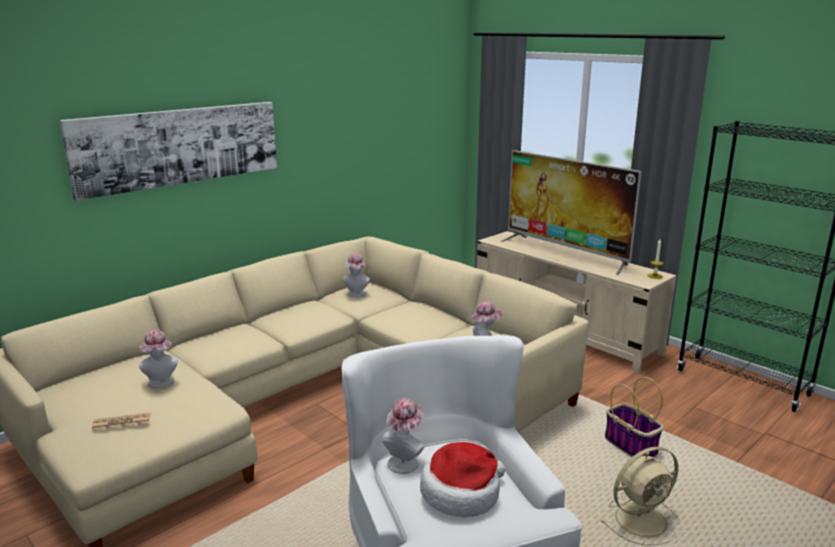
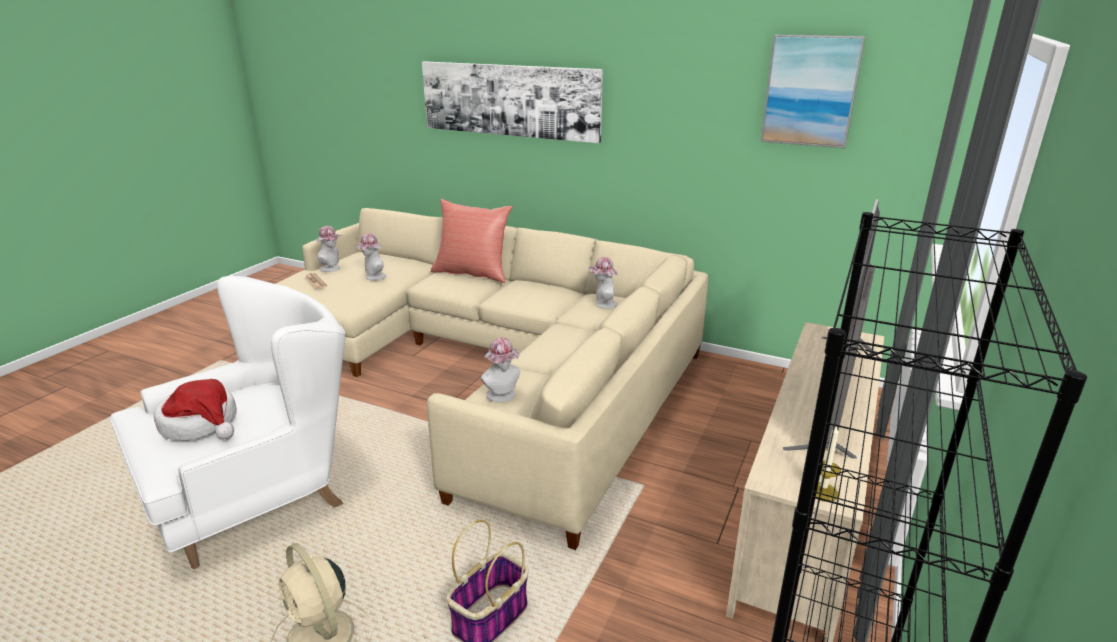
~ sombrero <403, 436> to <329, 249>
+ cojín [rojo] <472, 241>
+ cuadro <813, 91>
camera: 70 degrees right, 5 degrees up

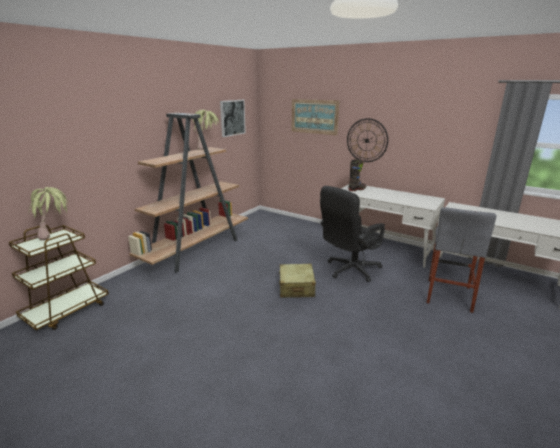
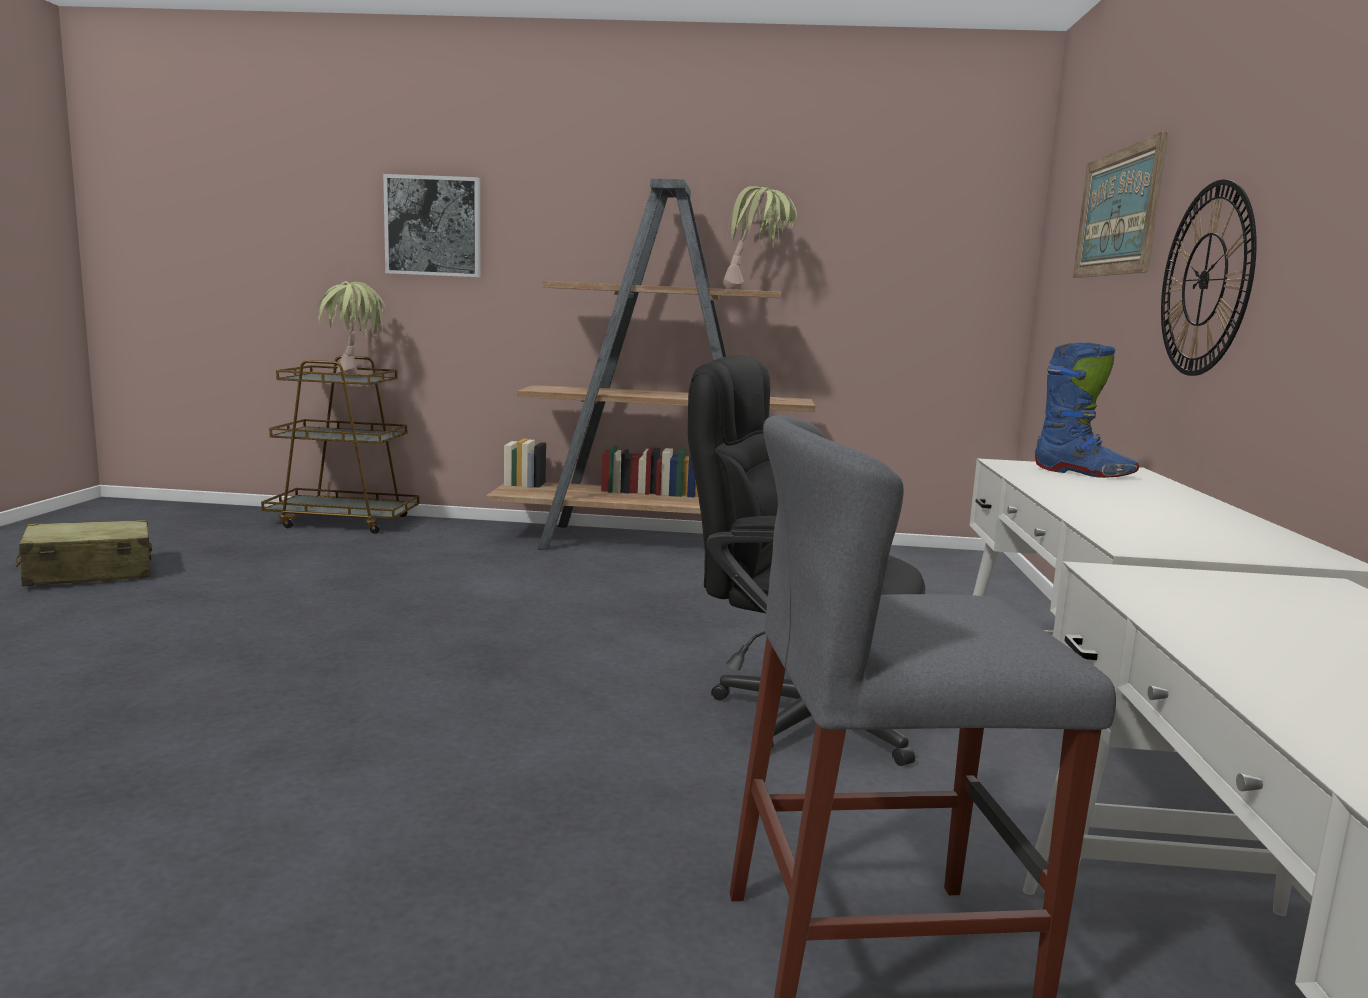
~ maleta [beis] <297, 281> to <83, 553>
~ cuadro <233, 118> to <431, 225>
~ bota [negro] <357, 175> to bota [azul] <1087, 410>
camera: 60 degrees right, 10 degrees down

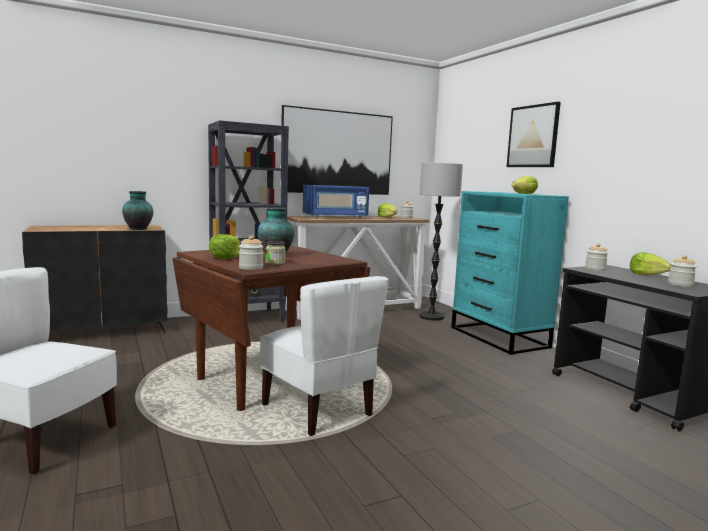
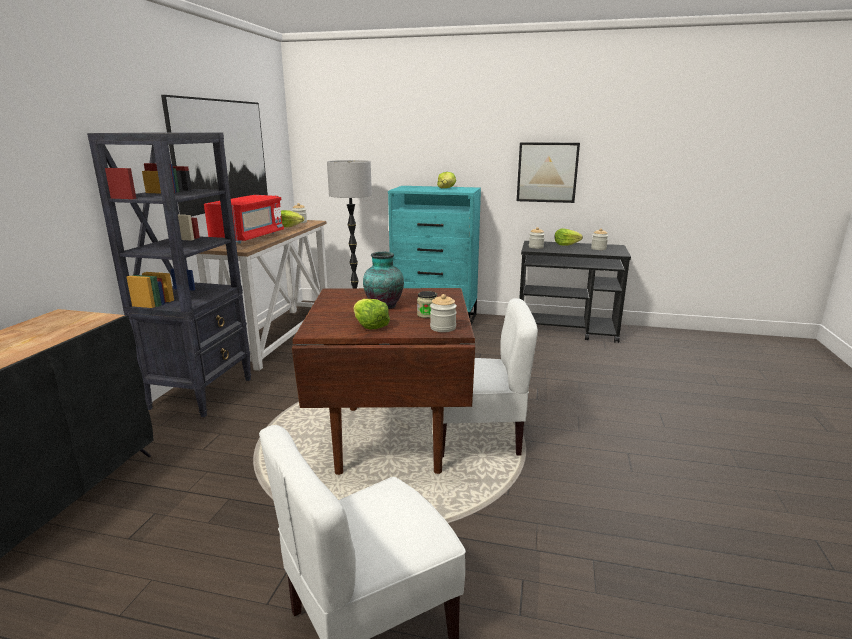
~ microondas [azul] <336, 201> to microondas [rojo] <244, 219>
~ cuadro <534, 134> to <548, 172>
- florero <137, 210>
camera: 50 degrees left, 10 degrees up

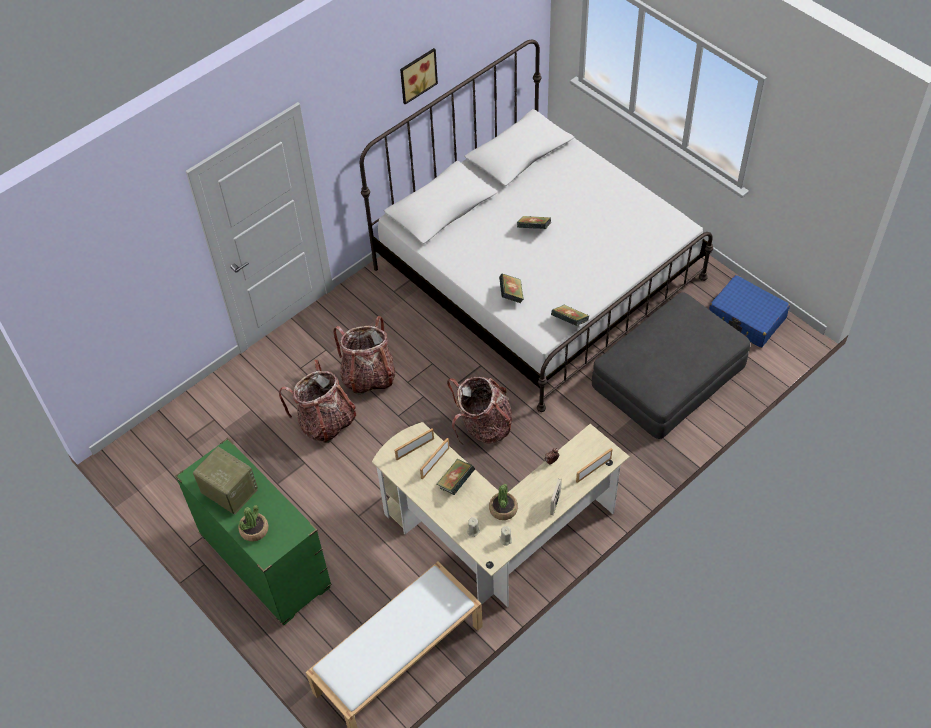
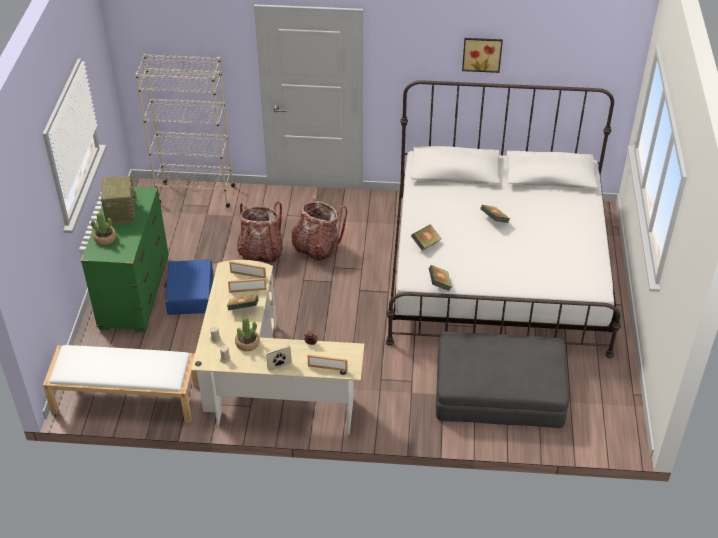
+ estantería [beis] <185, 131>
~ maleta [azul] <749, 311> to <188, 287>
- mochila <479, 411>
camera: 45 degrees right, 10 degrees down

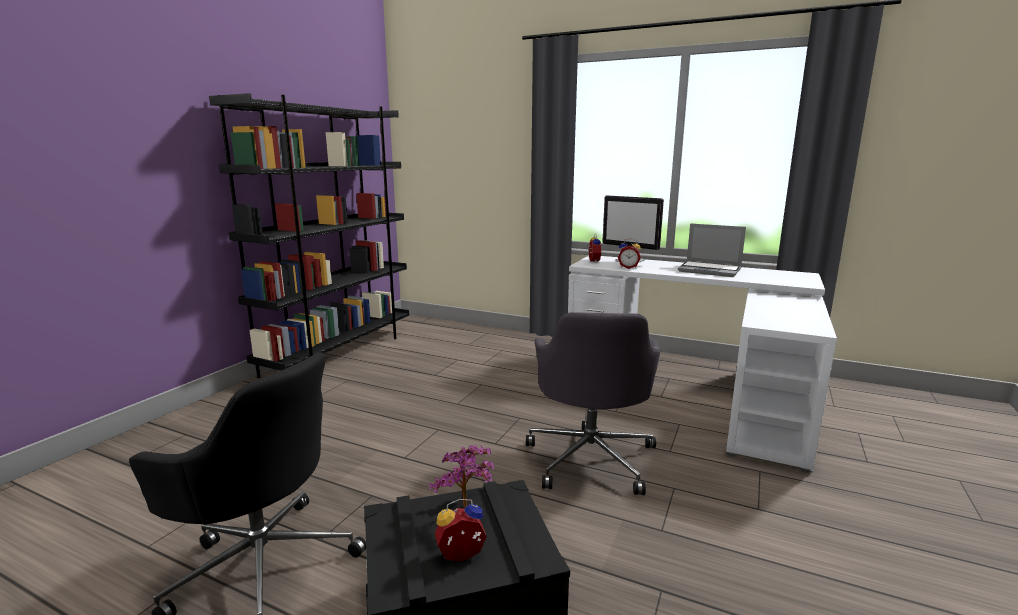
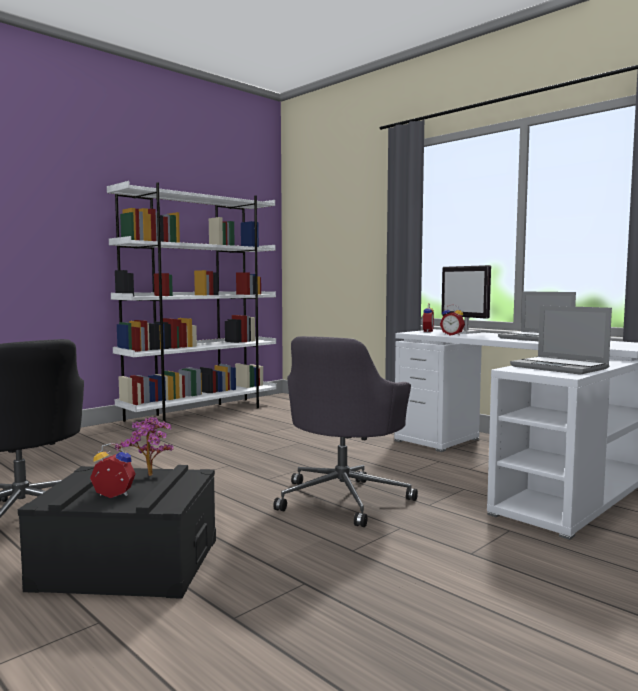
~ estantería [negro] <309, 235> to estantería [blanco] <192, 301>
+ portátil <561, 340>
camera: 20 degrees right, 10 degrees down

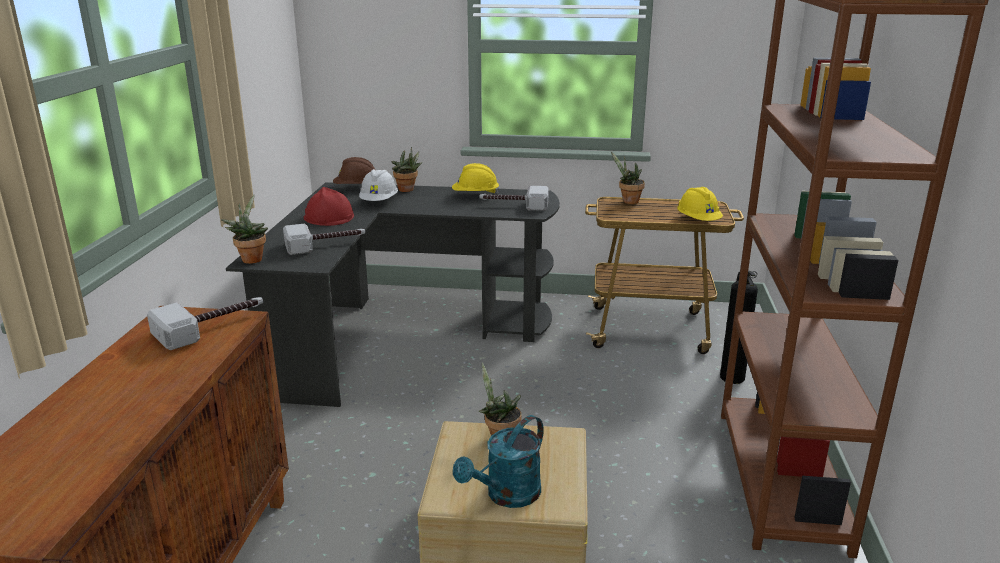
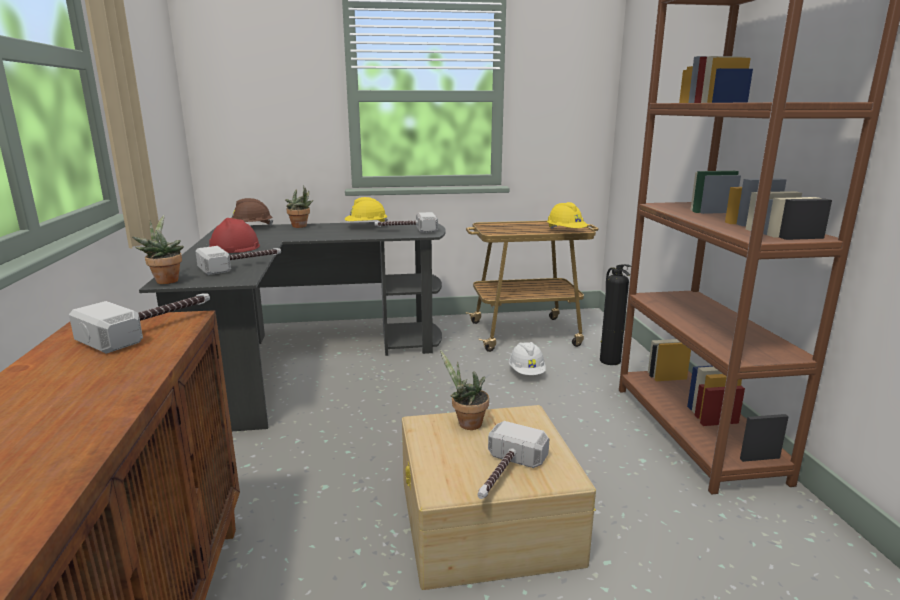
~ regadera [turquesa] <498, 461> to martillo <513, 460>
~ casco [blanco] <378, 185> to <527, 358>
- planta en maceta <628, 178>
camera: 15 degrees left, 5 degrees down

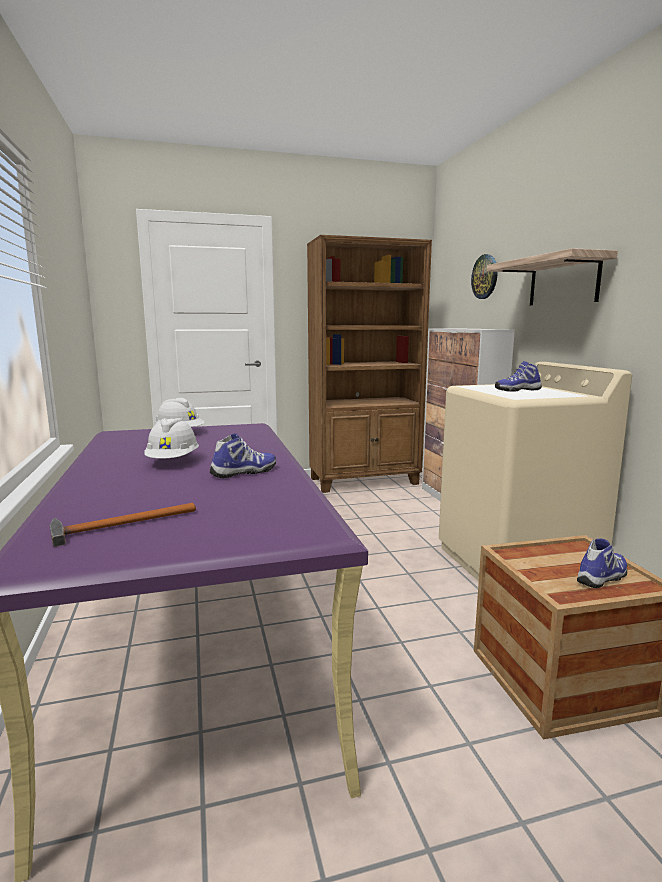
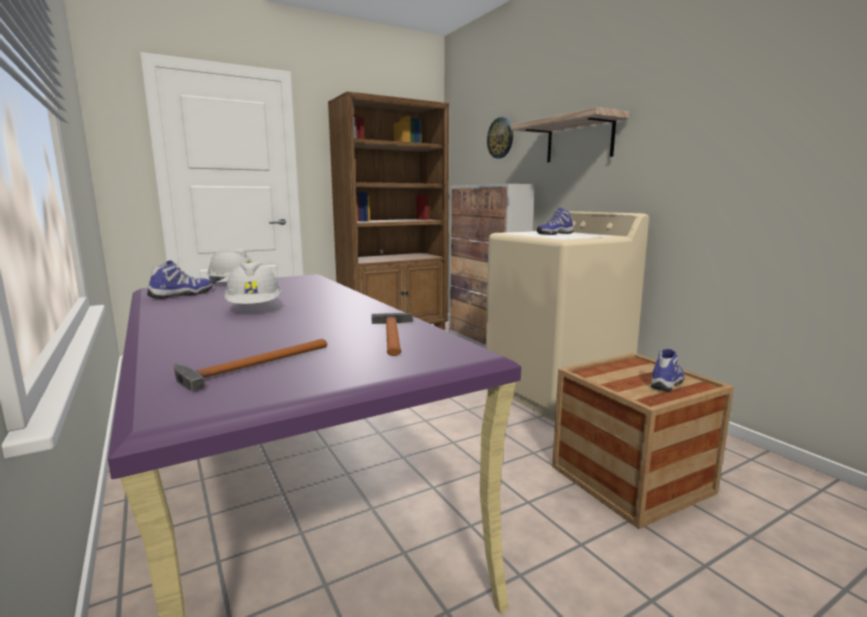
~ zapato <243, 455> to <179, 279>
+ martillo <392, 334>
camera: 15 degrees left, 0 degrees up

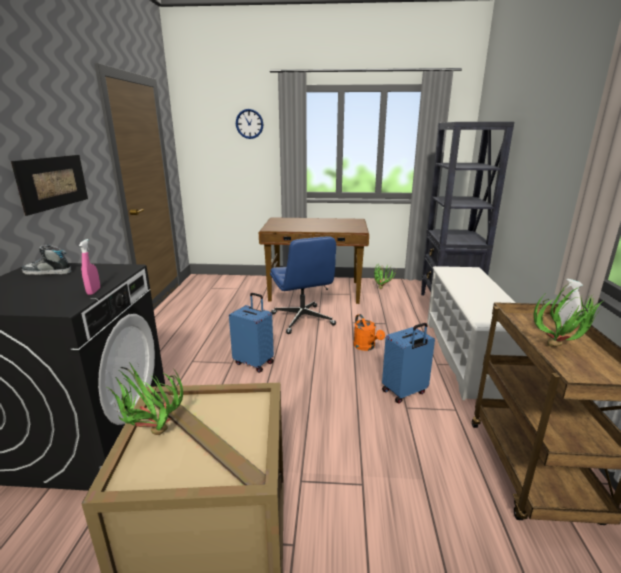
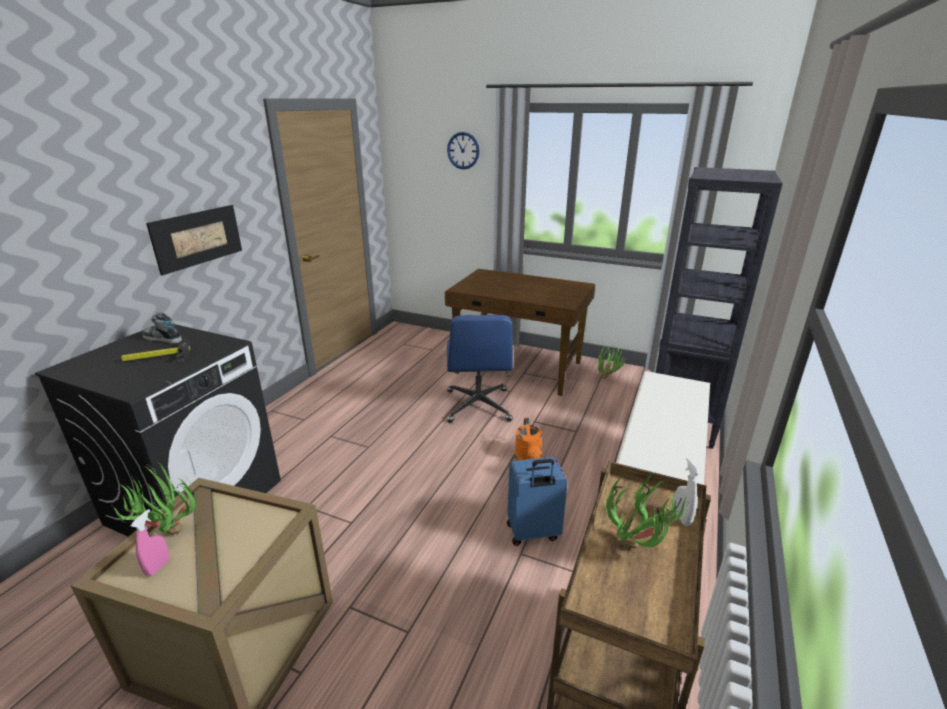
+ martillo <156, 351>
~ pulverizador [rosa] <89, 267> to <150, 542>
- maleta [azul] <251, 333>
camera: 20 degrees right, 5 degrees up

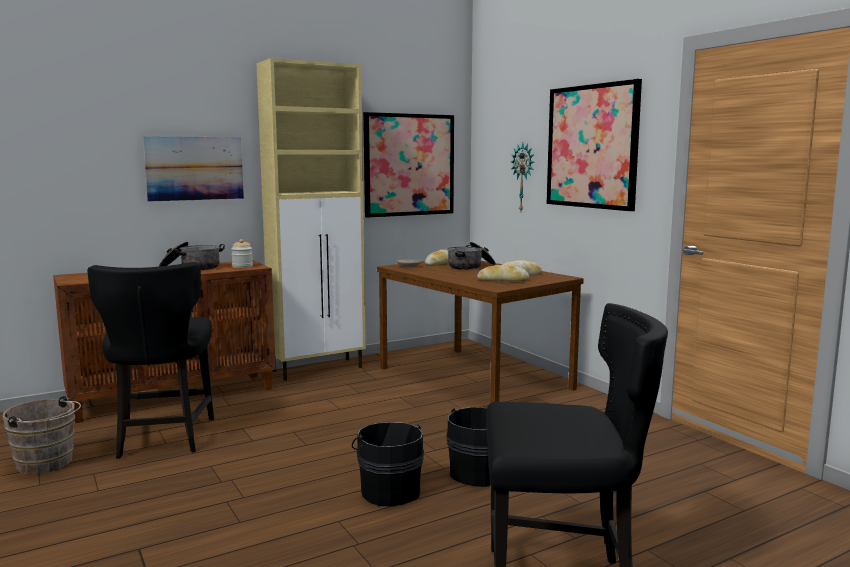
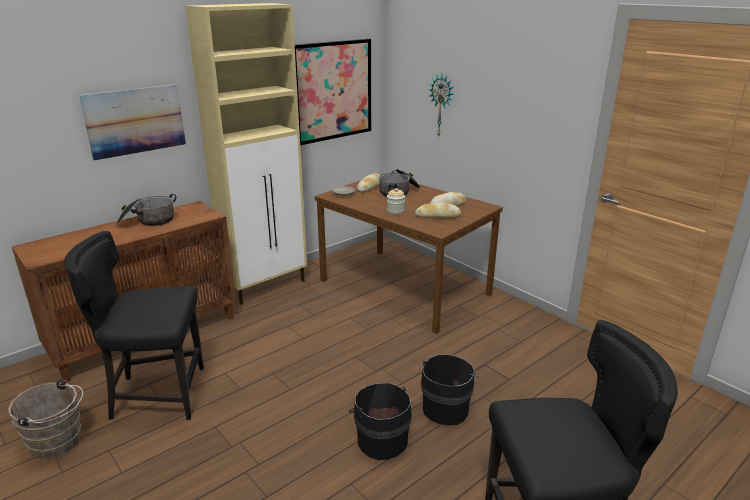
~ silla [negro] <150, 360> = <134, 325> 105 degrees clockwise
~ tarro <242, 253> to <396, 201>
- cuadro <594, 145>
camera: 10 degrees left, 15 degrees up

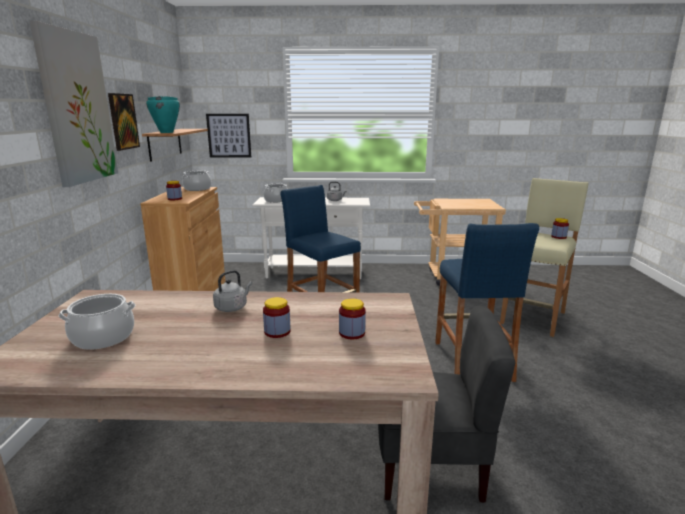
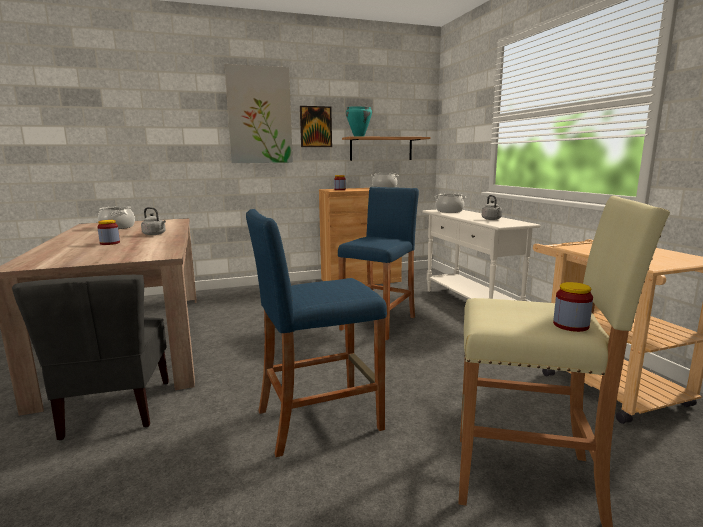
- cuadro <228, 136>
- tarro <352, 318>
camera: 70 degrees right, 5 degrees down

